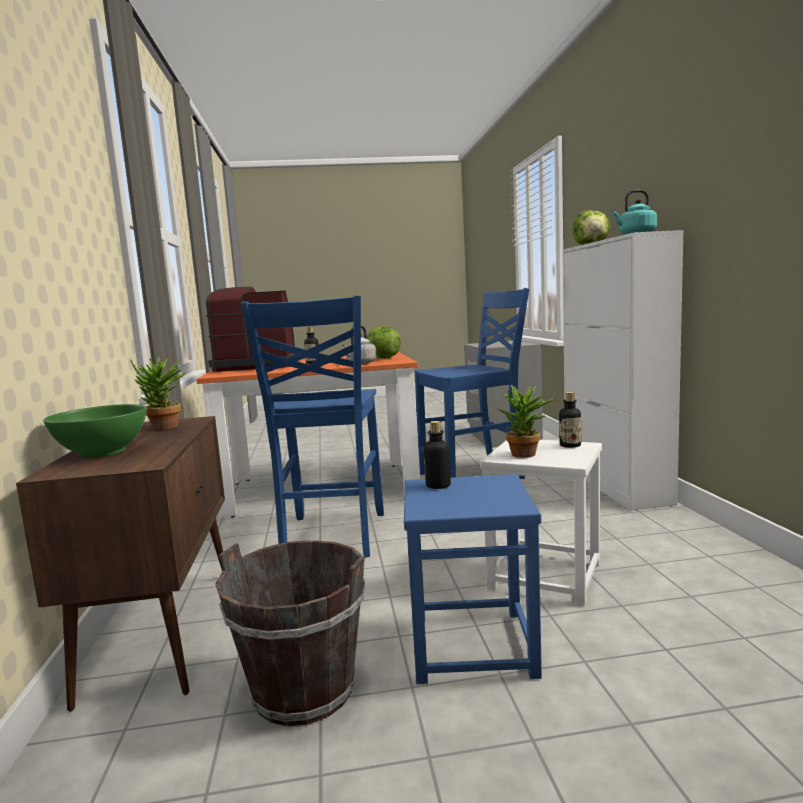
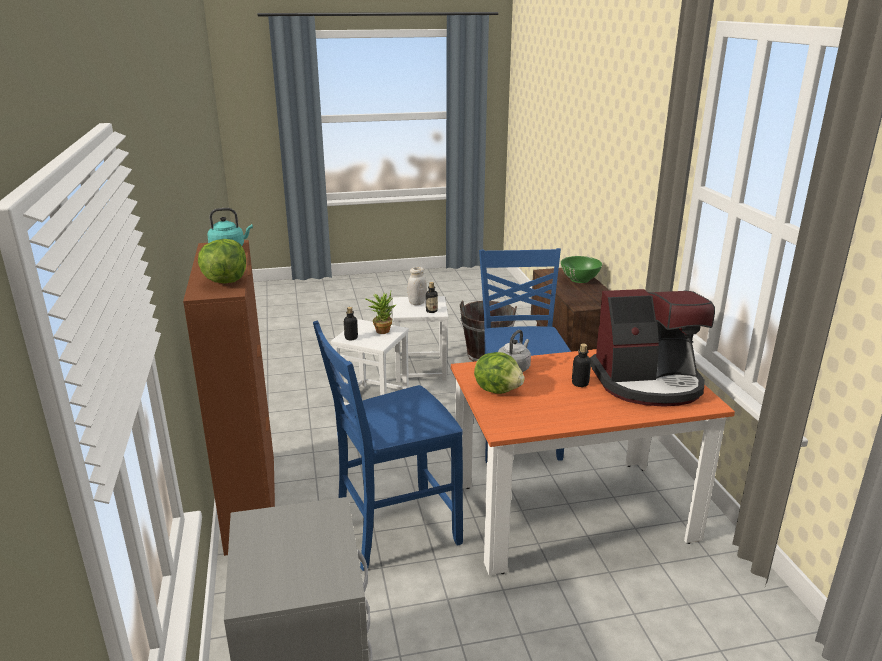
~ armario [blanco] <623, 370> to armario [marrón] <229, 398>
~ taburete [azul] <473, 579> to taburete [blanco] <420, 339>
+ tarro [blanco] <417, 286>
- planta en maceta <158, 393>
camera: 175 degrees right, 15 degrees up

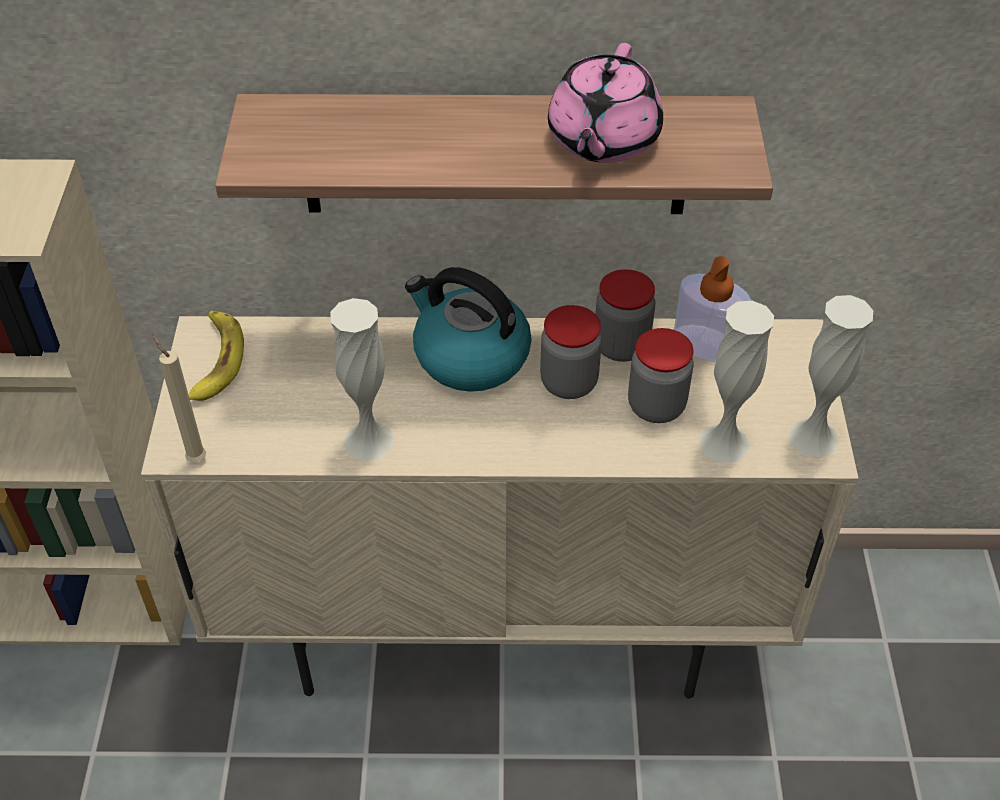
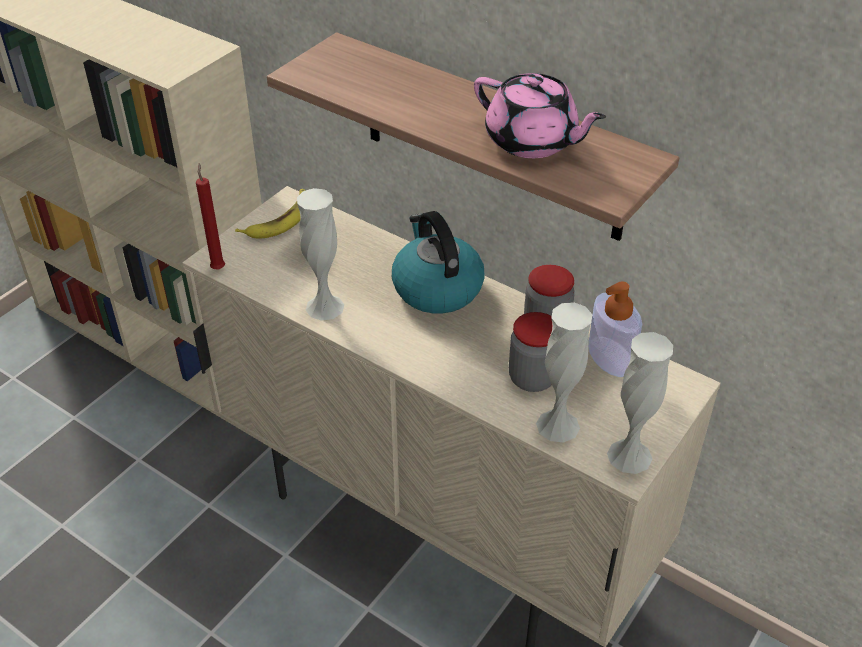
~ vela [beis] <179, 398> to vela [rojo] <210, 216>
~ tetera [rosa] <605, 103> = <540, 115> 105 degrees counterclockwise
- tarro <571, 352>
camera: 35 degrees right, 5 degrees down

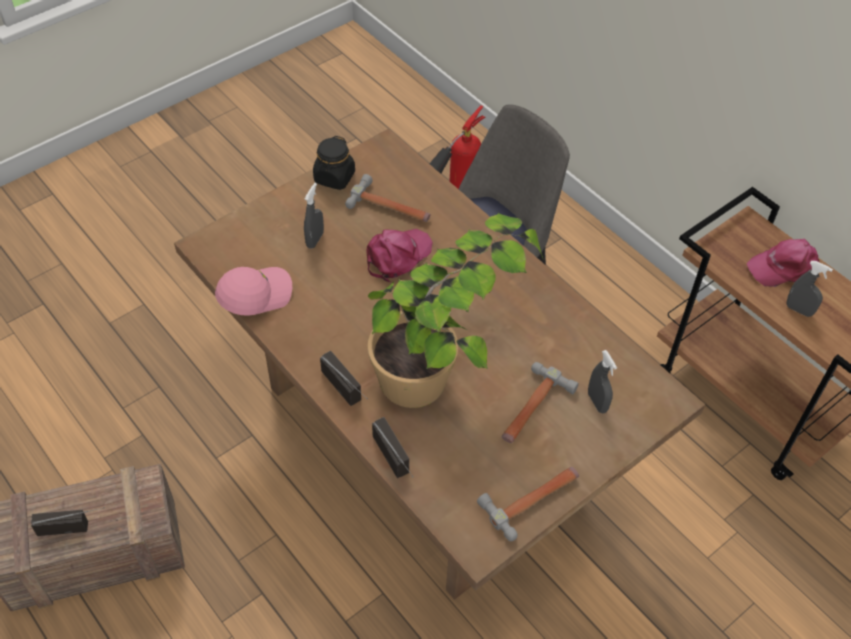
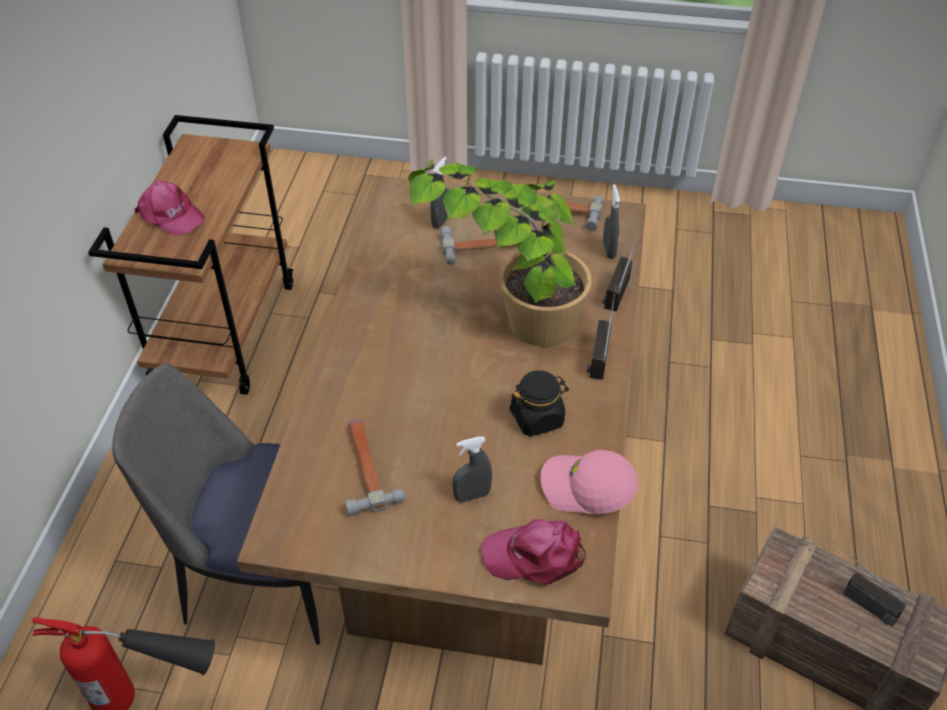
~ gorra [rosa] <399, 255> to <534, 552>
~ tarro [negro] <334, 163> to <539, 403>
~ pulverizador [gris] <809, 289> to <611, 221>
camera: 130 degrees left, 5 degrees down

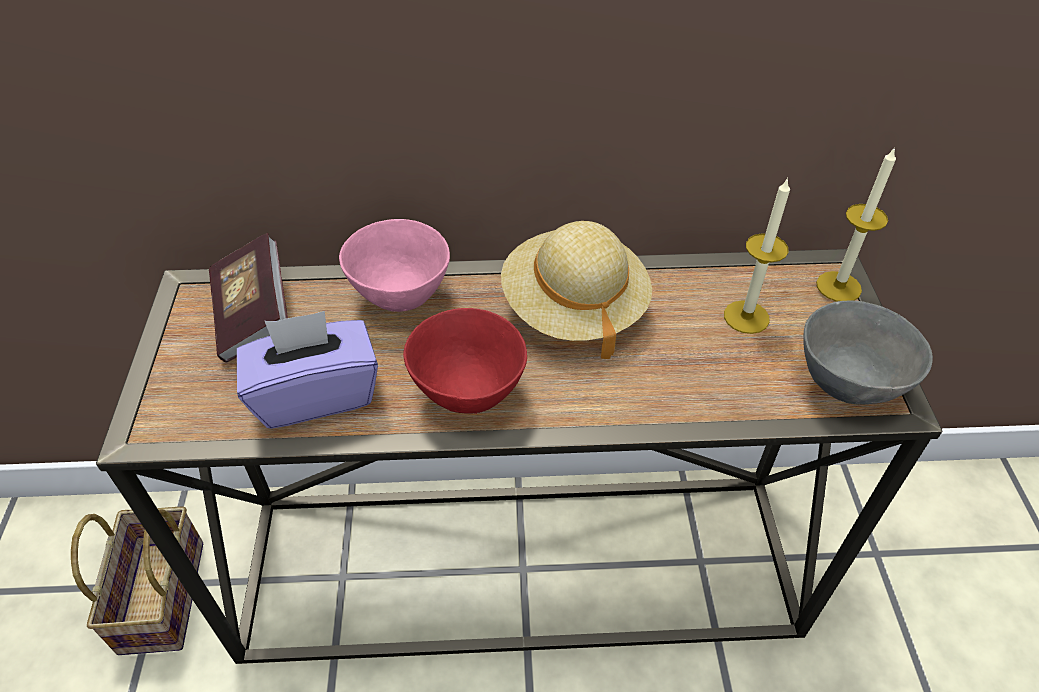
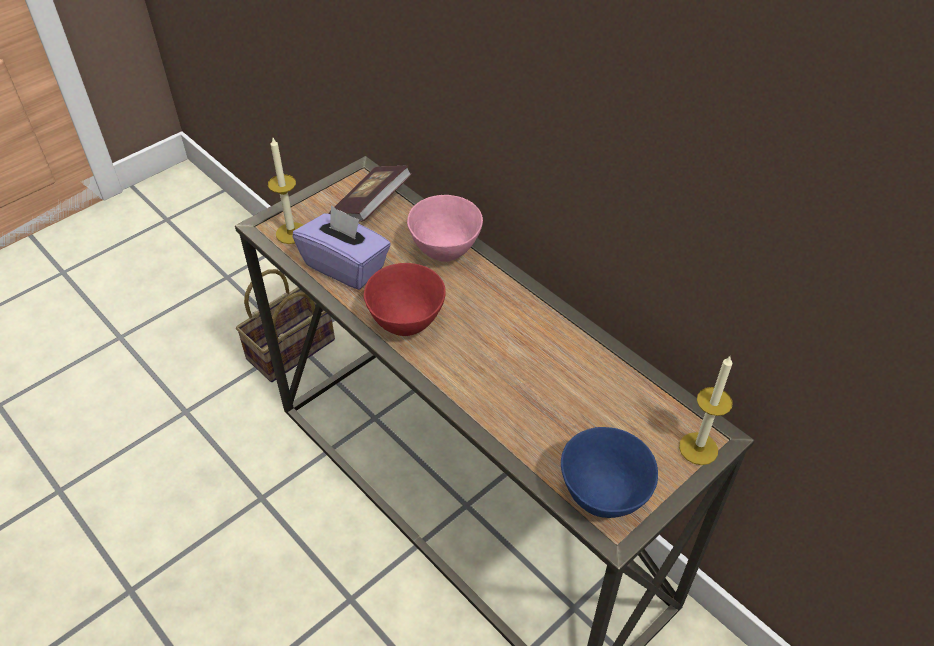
~ vela <757, 255> to <285, 191>
~ cuenco [gris] <868, 352> to cuenco [azul] <609, 472>
- sombrero [beis] <576, 290>
camera: 50 degrees right, 0 degrees up

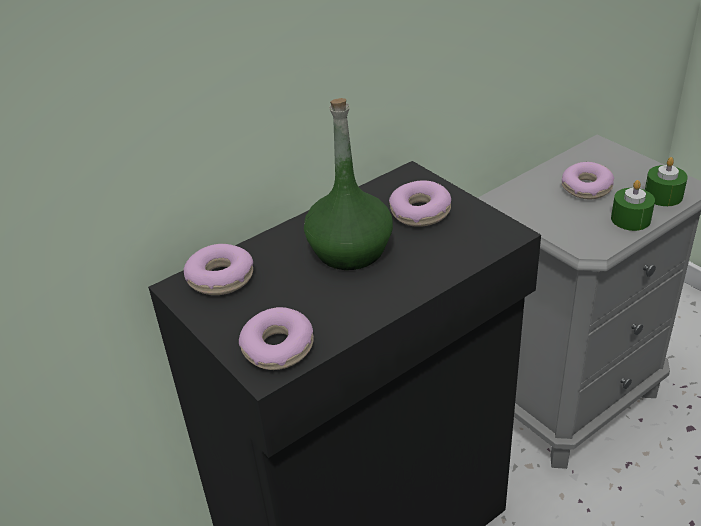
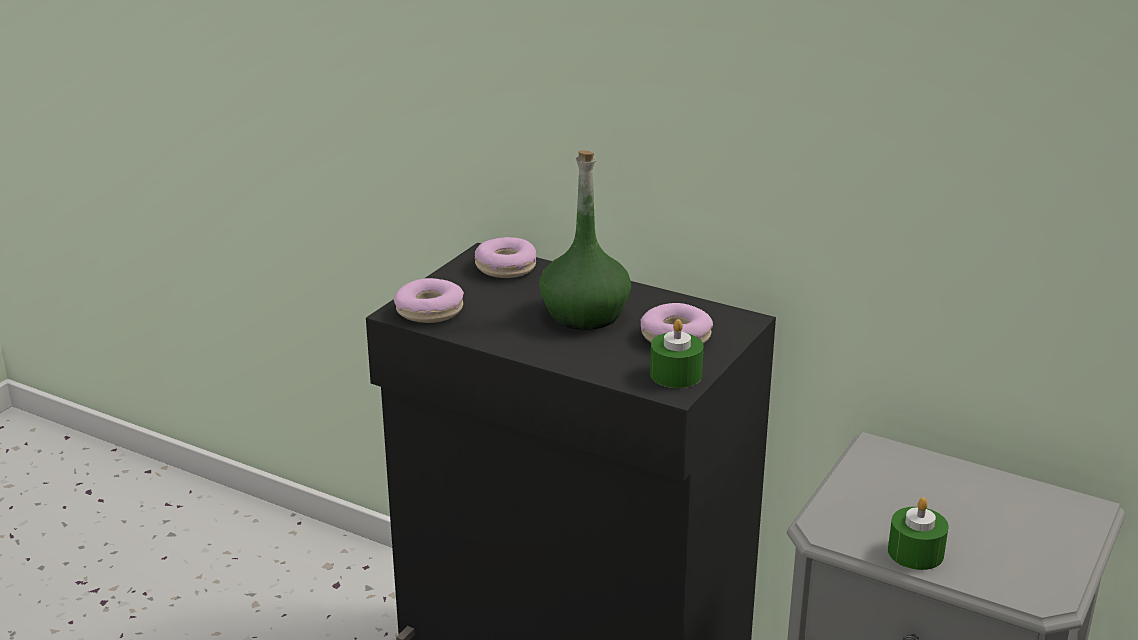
~ vela [verde] <666, 181> to <677, 353>
- rosquilla <588, 180>
camera: 65 degrees right, 10 degrees down

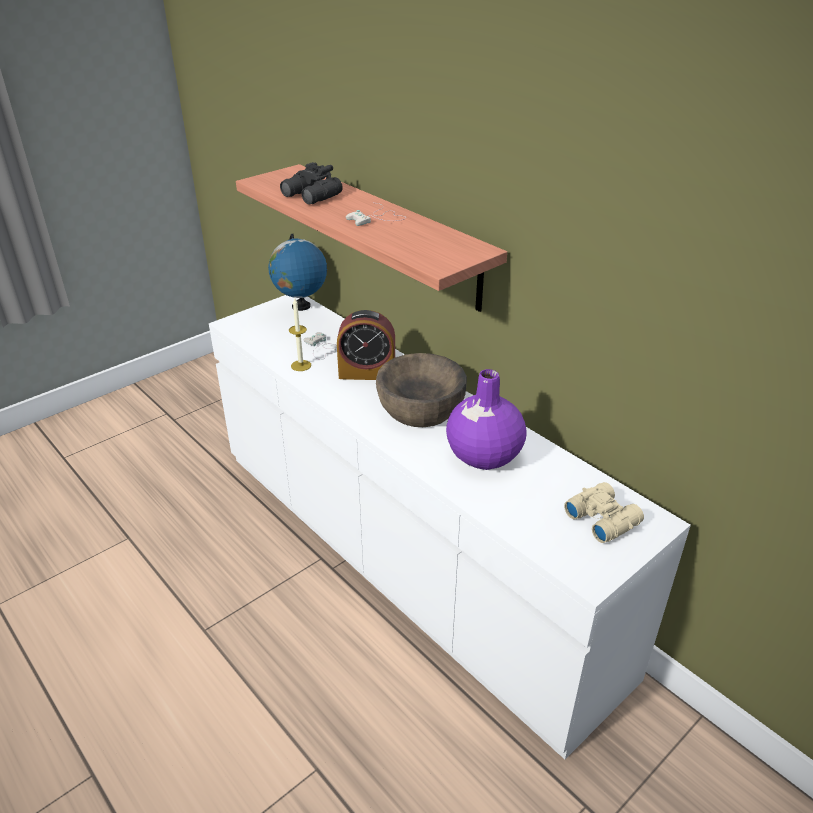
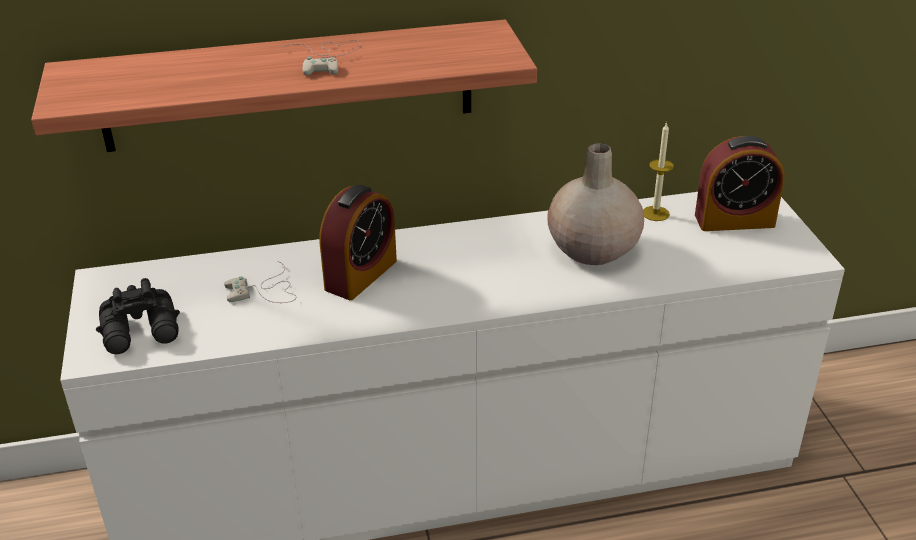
~ prismáticos [negro] <311, 183> to <138, 316>
~ florero [morado] <486, 419> to florero [beis] <596, 204>
~ vela <300, 334> to <658, 171>
~ prismáticos [beis] <604, 512> to despertador <739, 183>
- globo terráqueo <297, 272>
- cuenco [marrón] <421, 390>
camera: 60 degrees left, 0 degrees up

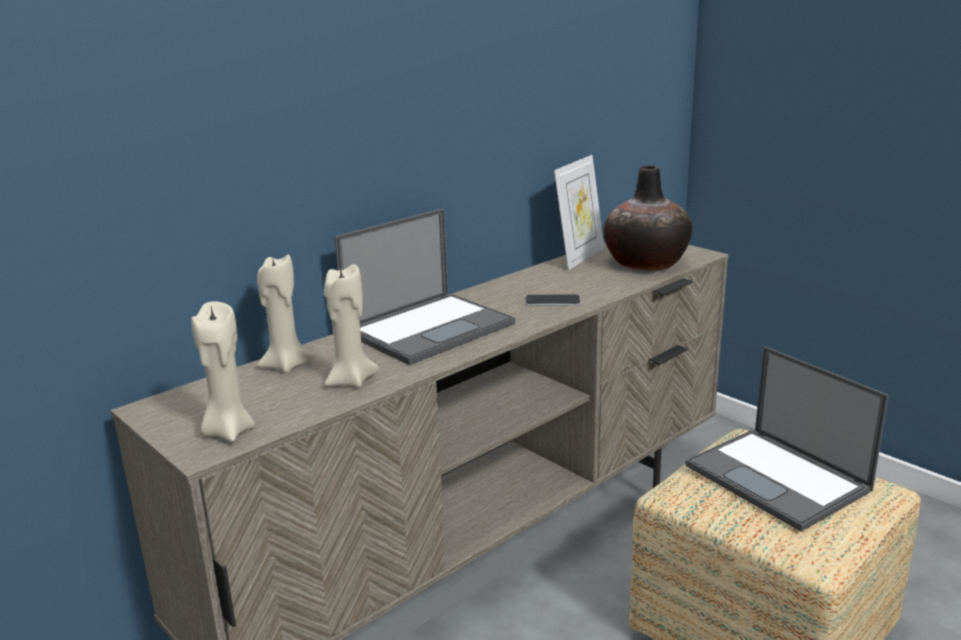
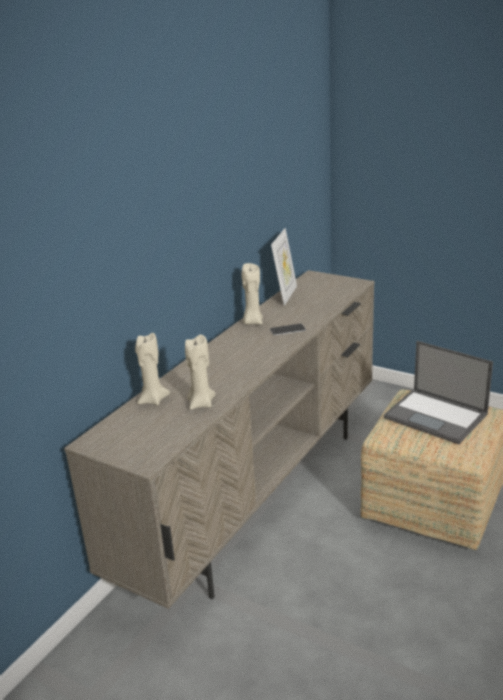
~ vela [beis] <223, 372> to <252, 294>
- portátil <424, 286>
- florero <648, 218>
camera: 15 degrees left, 5 degrees up

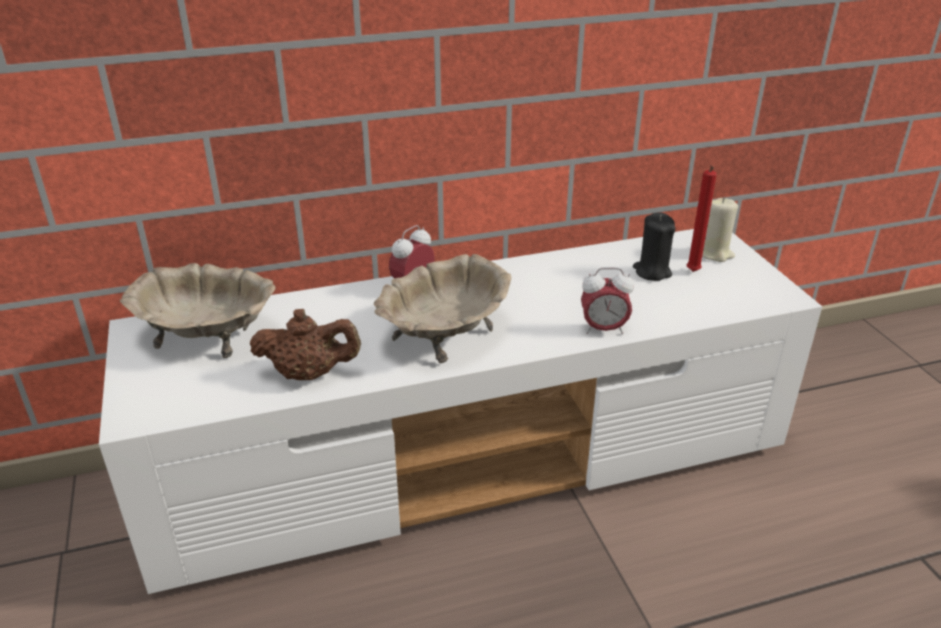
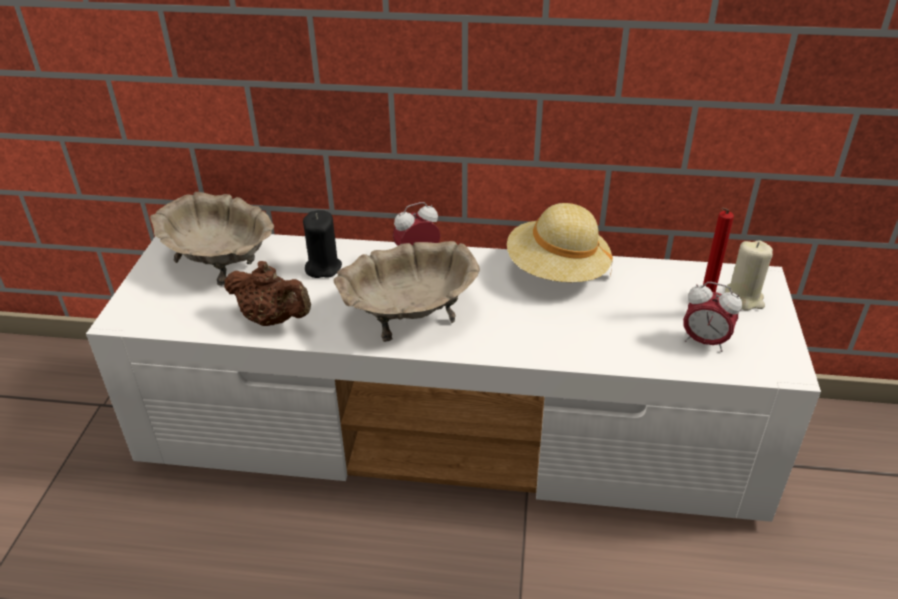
~ vela [negro] <654, 247> to <322, 244>
+ sombrero [beis] <560, 242>
~ despertador <607, 301> to <712, 317>
camera: 25 degrees right, 5 degrees up

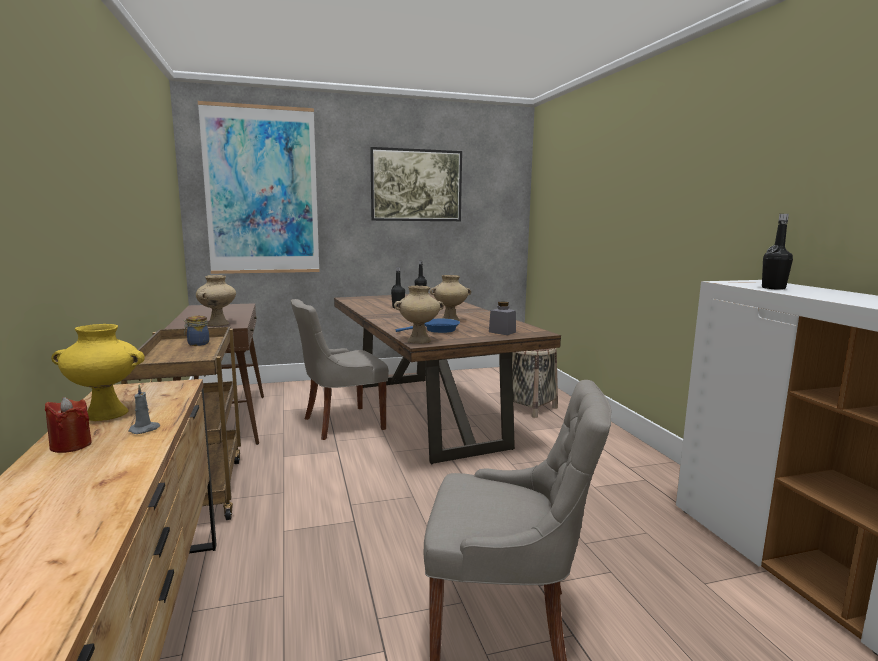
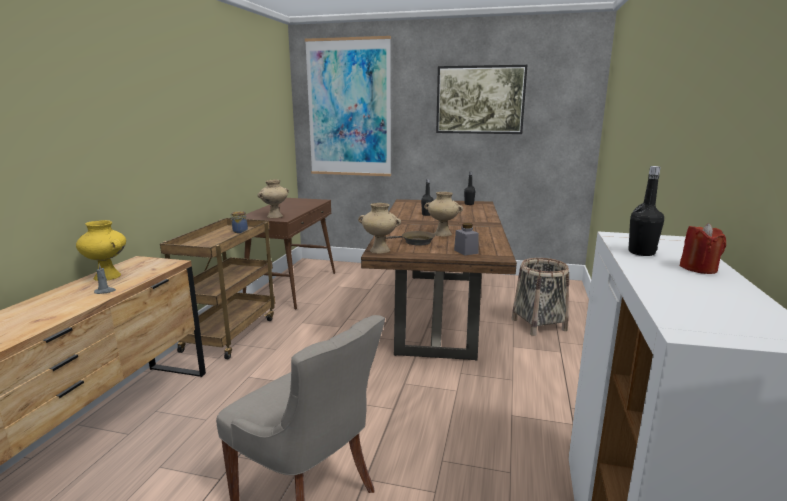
~ sartén [azul] <428, 326> to sartén [marrón] <410, 238>
~ vela [rojo] <68, 425> to <703, 248>
- silla [gris] <340, 369>
camera: 30 degrees right, 5 degrees up

